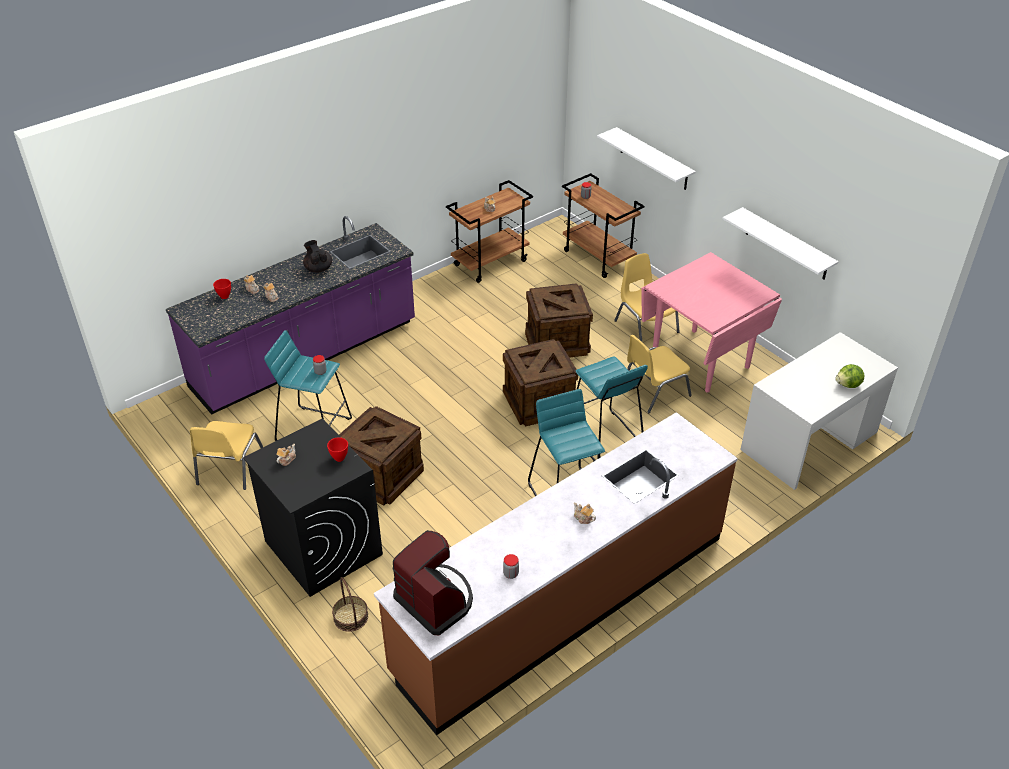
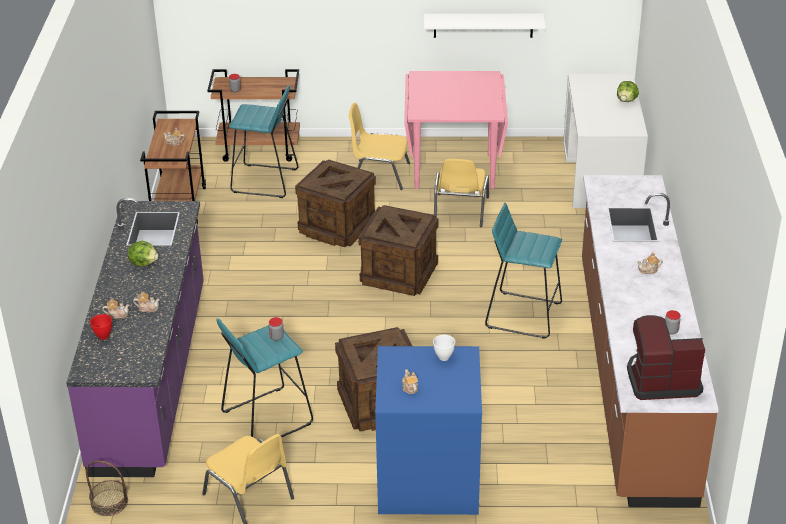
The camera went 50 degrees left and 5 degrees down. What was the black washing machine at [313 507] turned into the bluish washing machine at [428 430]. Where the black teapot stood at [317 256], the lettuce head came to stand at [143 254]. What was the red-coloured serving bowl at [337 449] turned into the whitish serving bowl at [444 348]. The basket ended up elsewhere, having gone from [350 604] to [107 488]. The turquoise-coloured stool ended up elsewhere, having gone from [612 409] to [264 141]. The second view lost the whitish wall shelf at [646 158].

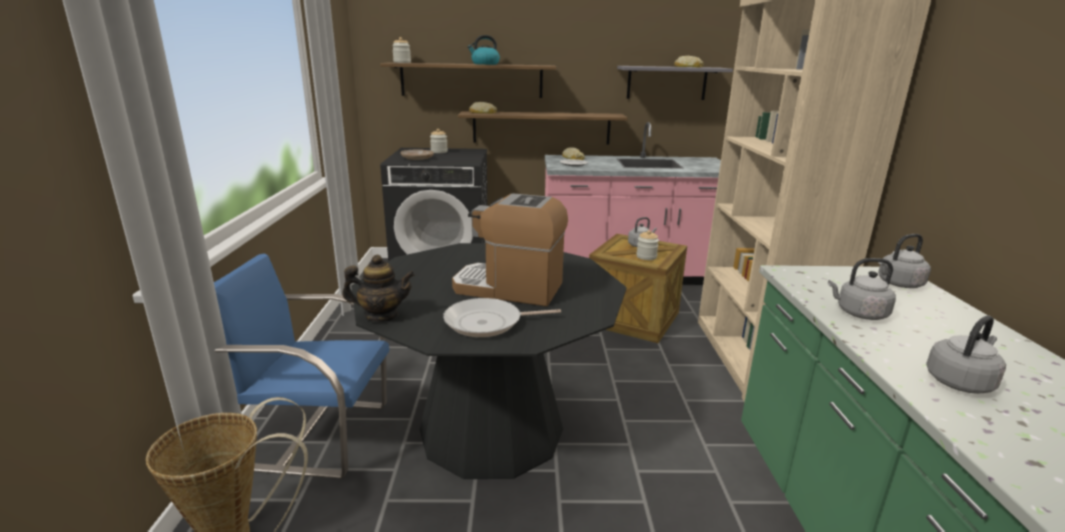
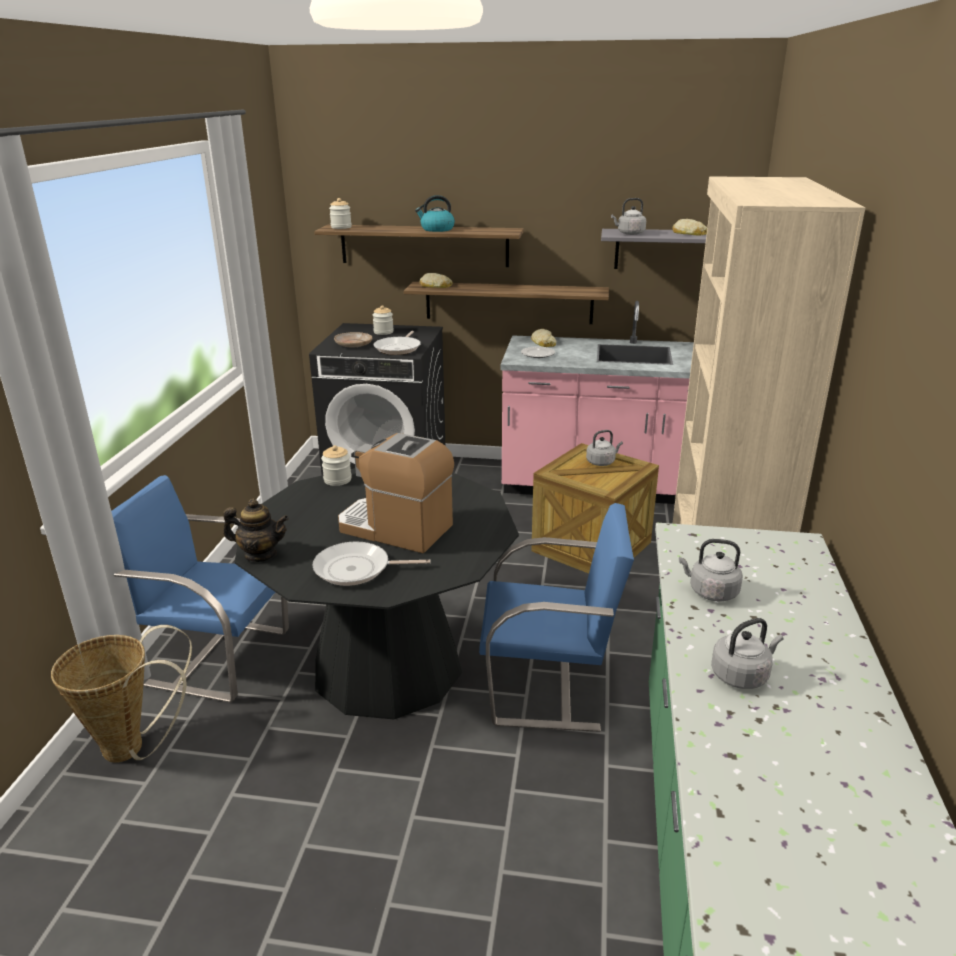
The camera went 10 degrees right and 5 degrees up. The preserve jar ended up elsewhere, having gone from [647 245] to [336 465]. The grey tea kettle ended up elsewhere, having gone from [904 261] to [628 216]. The second view gained the pan at [397 343]. The second view gained the bluish chair at [556 617].

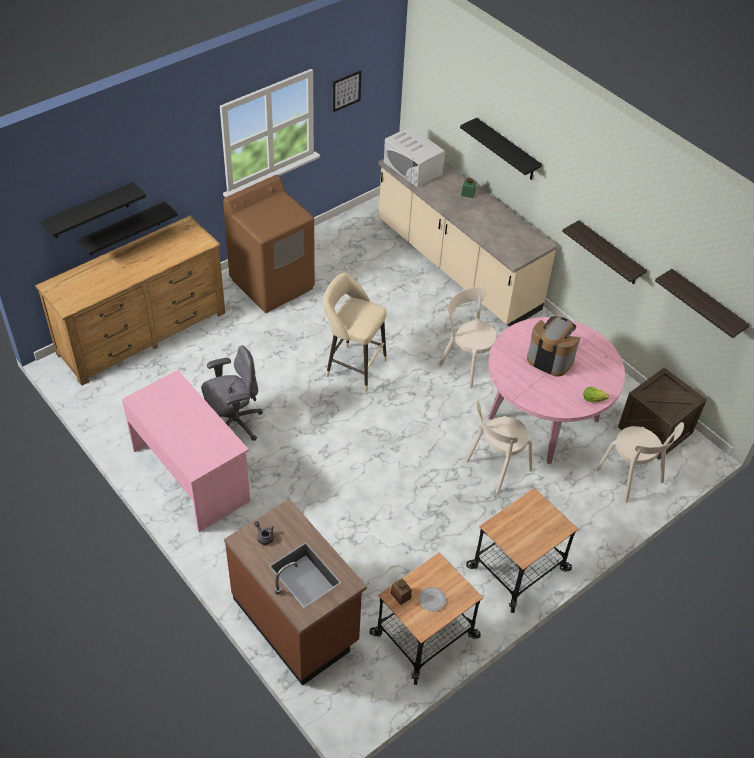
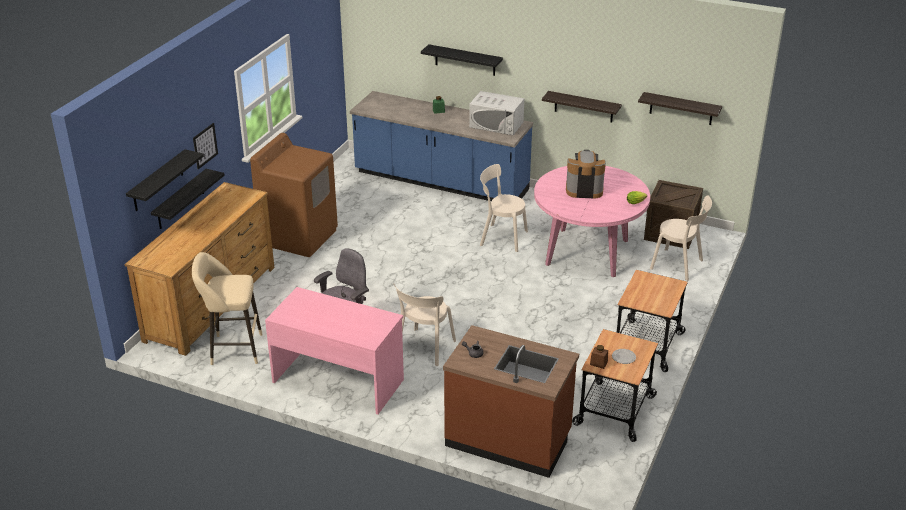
The camera went 25 degrees left and 15 degrees down. The sand-coloured stool ended up elsewhere, having gone from [355 332] to [227 308]. The wall picture ended up elsewhere, having gone from [347 91] to [205 146]. What was the sand-coloured kitchen base unit at [468 243] turned into the bluish kitchen base unit at [441 146]. The whitish microwave ended up elsewhere, having gone from [414 157] to [496 113]. The sand-coloured chair ended up elsewhere, having gone from [498 447] to [425 325].

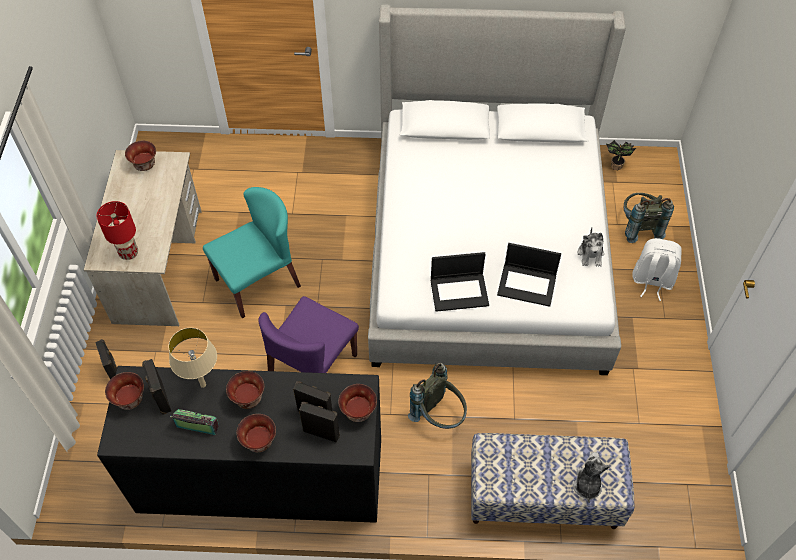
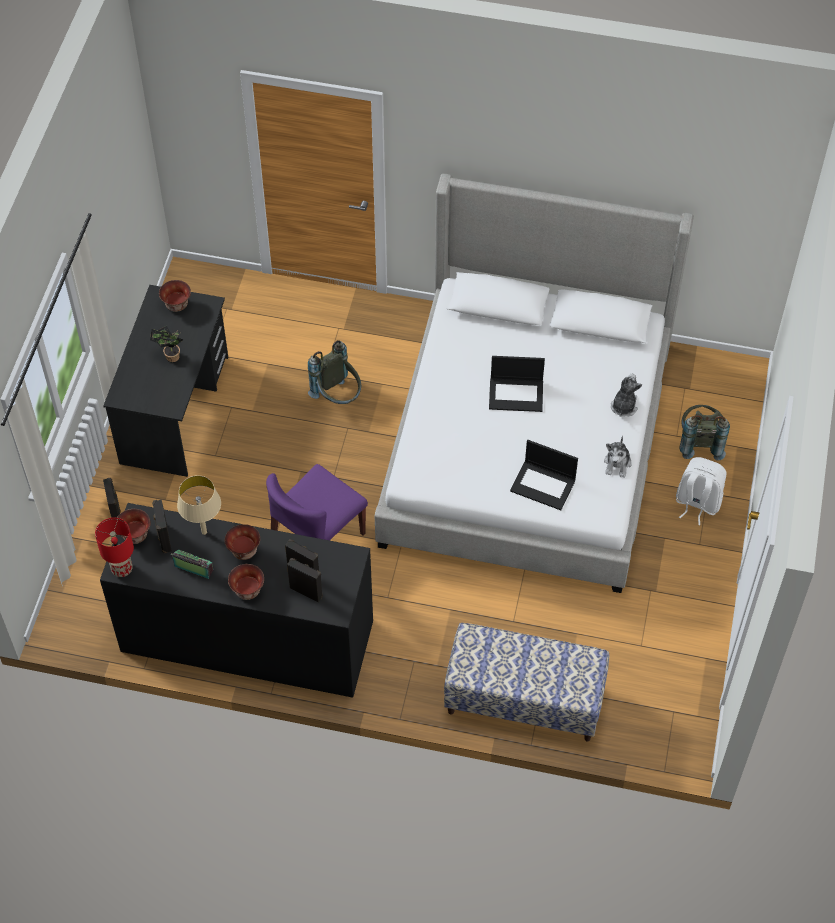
The camera went 10 degrees right and 0 degrees up. What was the sand-coloured desk table at [143 238] turned into the black desk table at [165 381]. The red-coloured lamp for a table ended up elsewhere, having gone from [117 230] to [114 547]. The second view lost the turquoise-coloured chair at [252 253]. The second view lost the serving bowl at [357 403]. The grey knapsack ended up elsewhere, having gone from [437 396] to [334 372]. The notebook computer ended up elsewhere, having gone from [460 282] to [517 384]. The plush toy ended up elsewhere, having gone from [591 477] to [626 395]. The plant in a pot ended up elsewhere, having gone from [621 155] to [167 344].

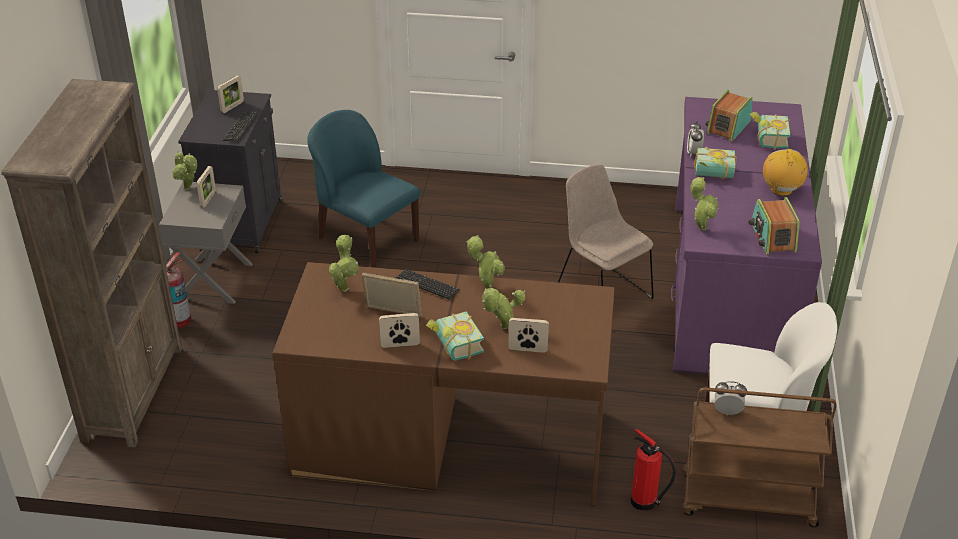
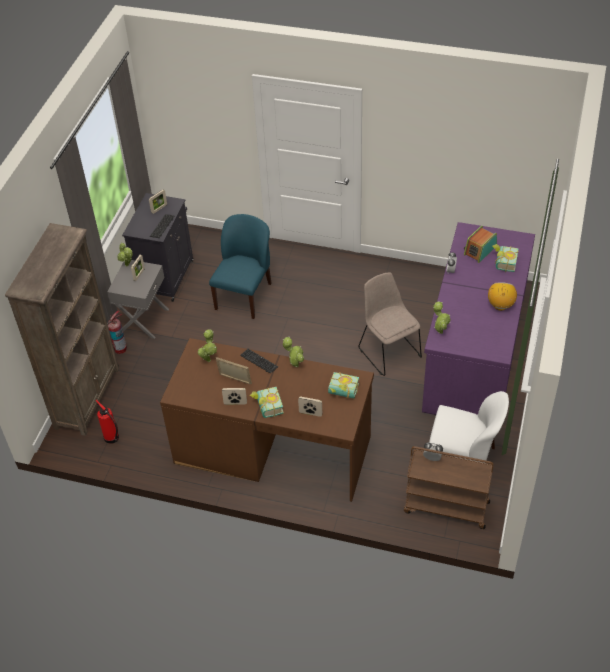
The camera went 10 degrees right and 10 degrees up. The bluish chair at [363 189] ended up facing another way, 60 degrees clockwise from before. The second view lost the plant in a pot at [503 308]. The fire-fighting cylinder ended up elsewhere, having gone from [653 469] to [107 422]. The book ended up elsewhere, having gone from [715 163] to [343 385]. The second view lost the radio at [774 225].

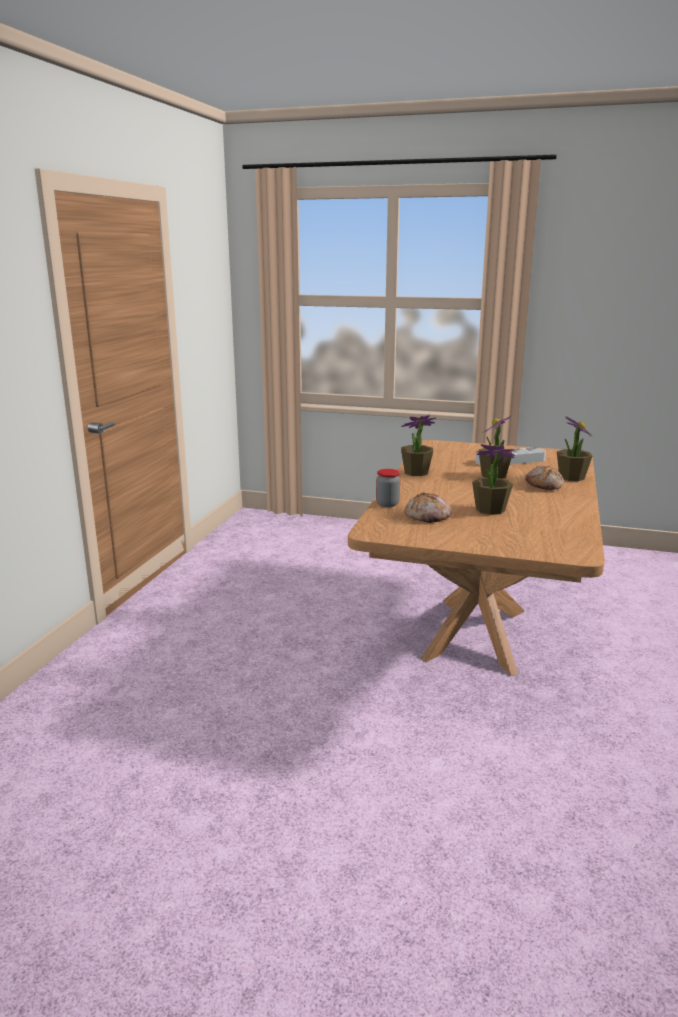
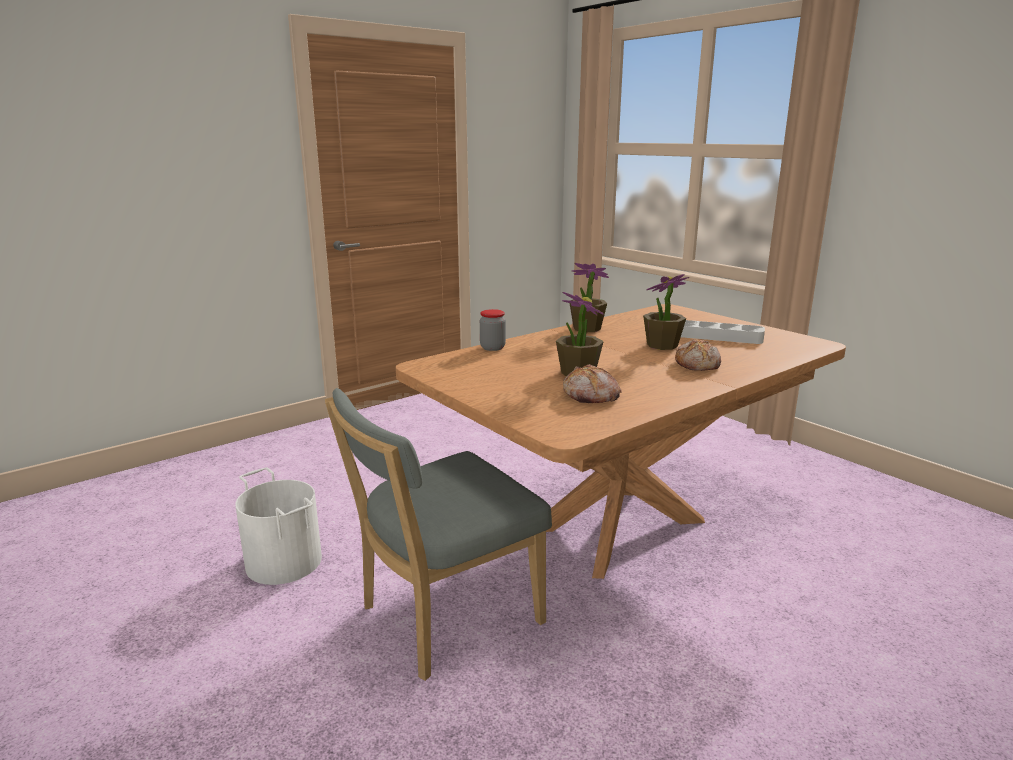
The camera went 35 degrees right and 0 degrees up. The bakery bread ended up elsewhere, having gone from [428 507] to [592 383]. The second view lost the plant in a pot at [574 448]. The second view gained the whitish water bucket at [278 526]. The second view gained the grey chair at [438 534].

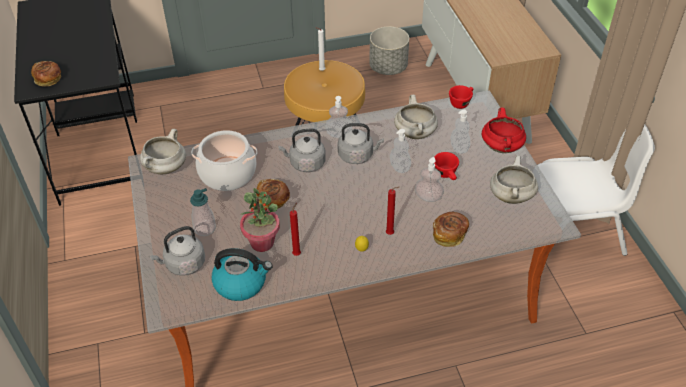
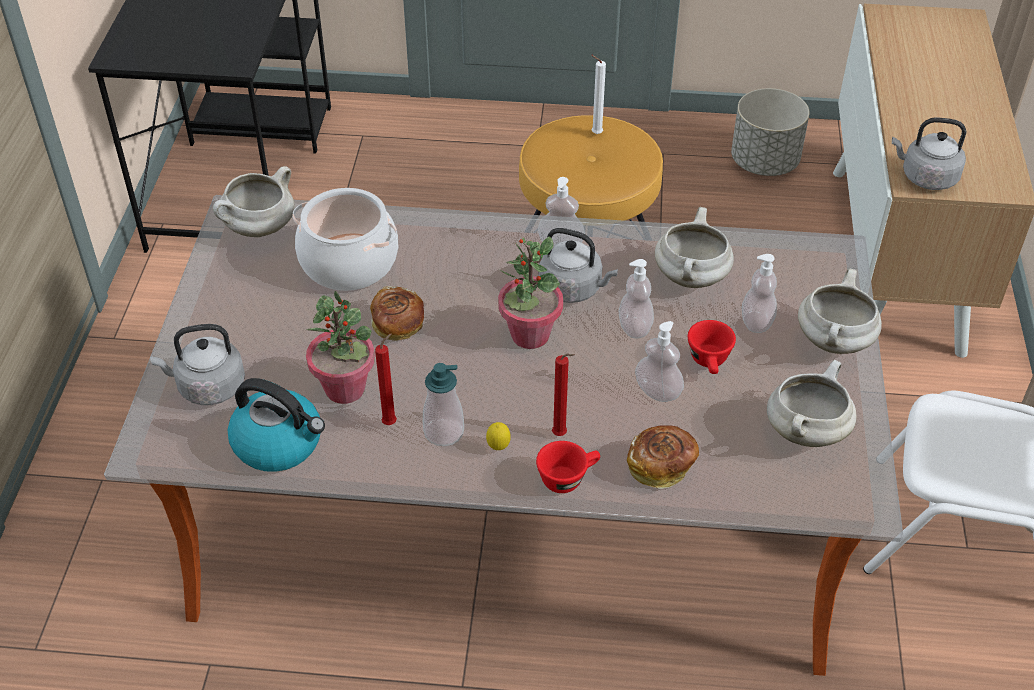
The camera went 20 degrees right and 0 degrees up. The second view lost the bakery bread at [46 74]. The soap bottle ended up elsewhere, having gone from [203 212] to [443 404]. The grey tea kettle ended up elsewhere, having gone from [302 150] to [929 153]. The red-coloured cup ended up elsewhere, having gone from [461 97] to [568 467]. What was the red-coloured stockpot at [504 130] turned into the whitish stockpot at [840 311]. The second view gained the plant in a pot at [530 292].

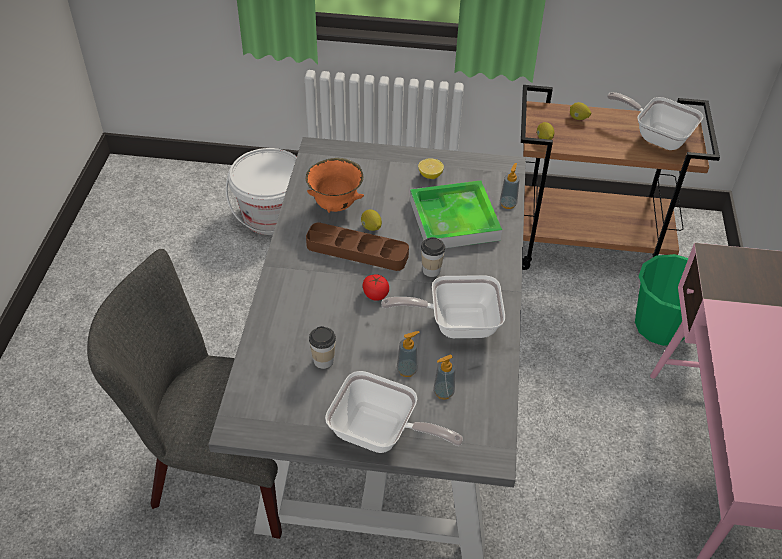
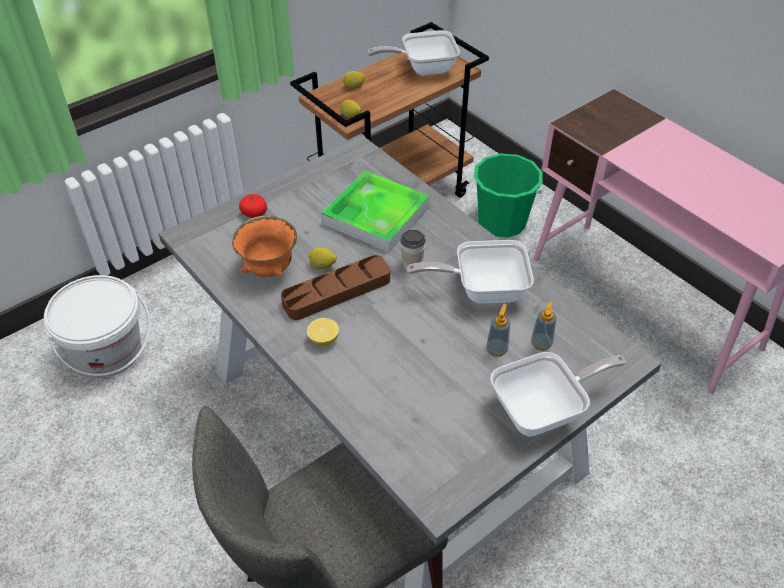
The camera went 45 degrees left and 0 degrees up. The second view lost the cup at [322 347]. The fresh tomato ended up elsewhere, having gone from [376 287] to [253 206]. The pan at [443 306] ended up facing another way, 45 degrees clockwise from before. The whole lemon ended up elsewhere, having gone from [431 168] to [323 332]. The second view lost the soap bottle at [510 186].

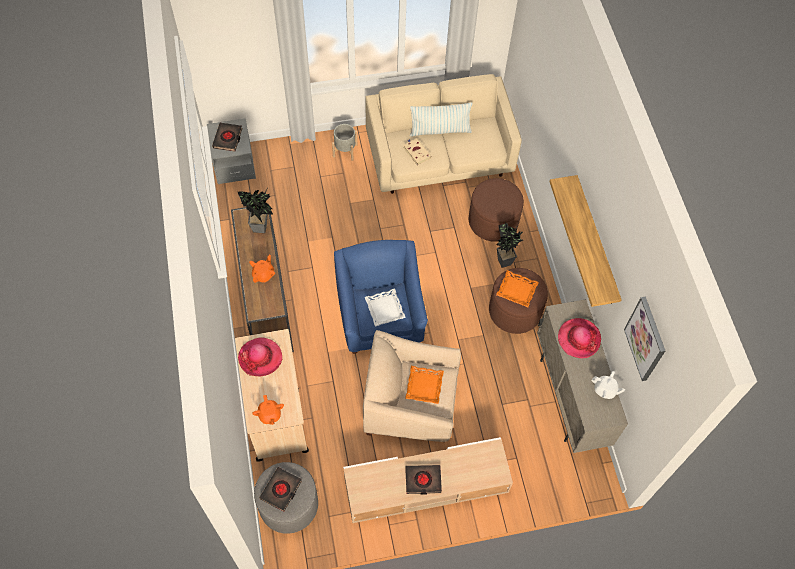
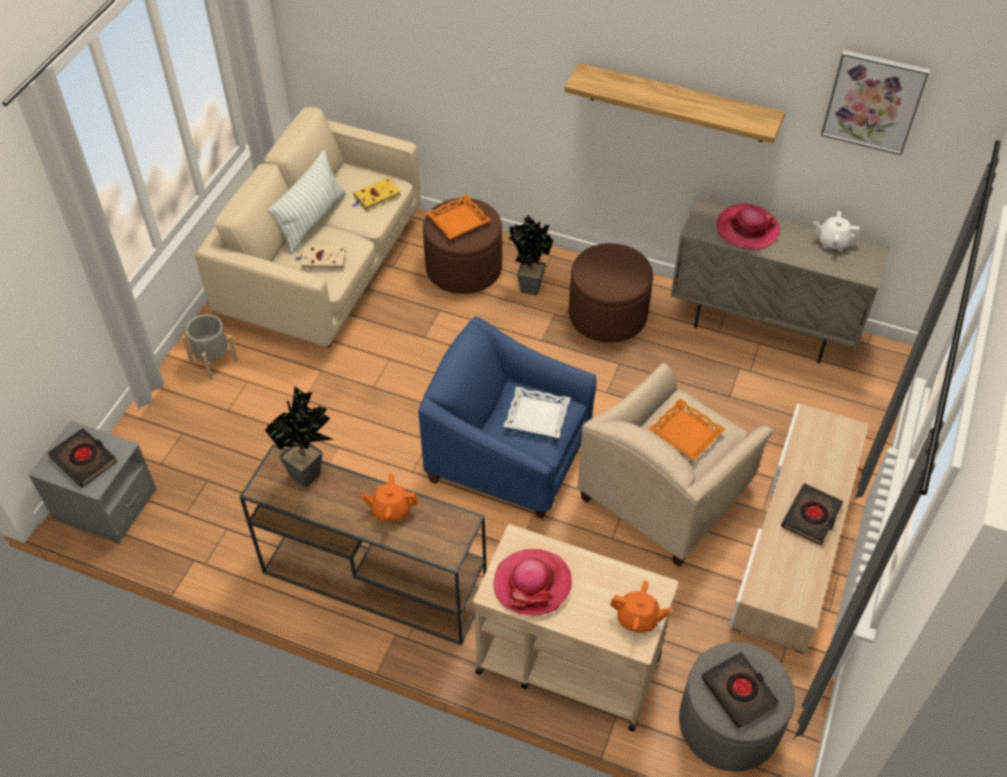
The camera went 55 degrees left and 10 degrees down. The orange-coloured teapot at [262 269] ended up facing another way, 60 degrees counterclockwise from before. The orange-coloured tray ended up elsewhere, having gone from [517 288] to [458 217]. The whitish teapot at [608 385] ended up facing another way, 135 degrees counterclockwise from before. The second view gained the yellow-coloured book at [376 194].

